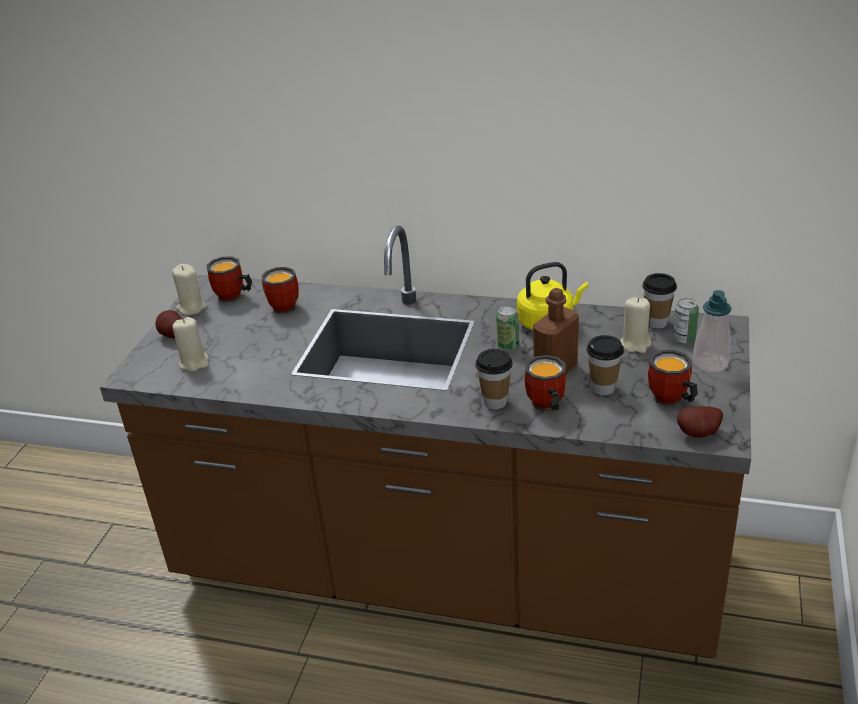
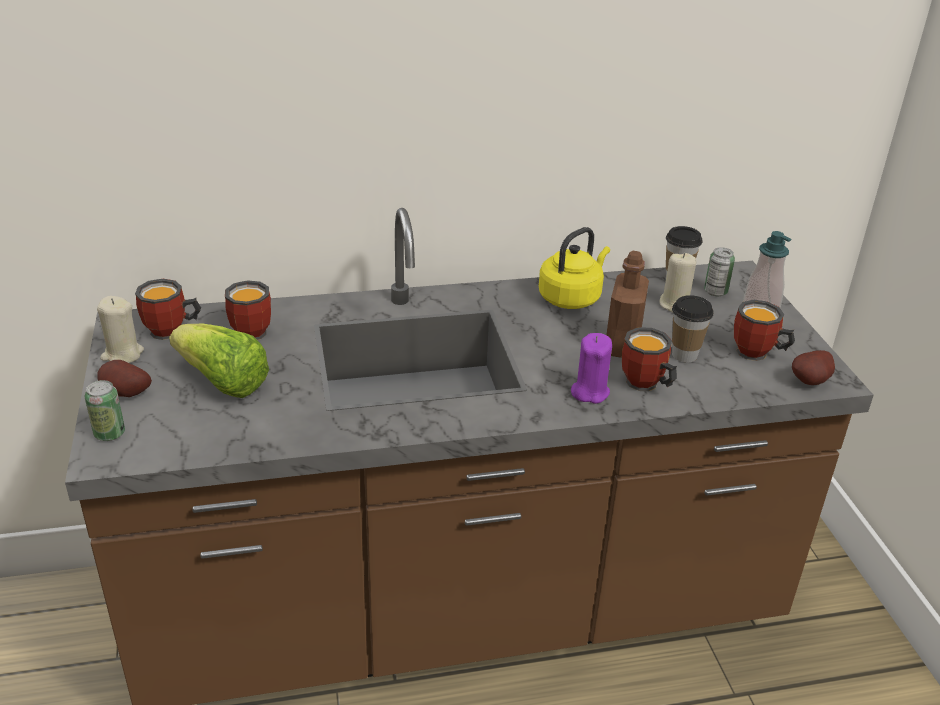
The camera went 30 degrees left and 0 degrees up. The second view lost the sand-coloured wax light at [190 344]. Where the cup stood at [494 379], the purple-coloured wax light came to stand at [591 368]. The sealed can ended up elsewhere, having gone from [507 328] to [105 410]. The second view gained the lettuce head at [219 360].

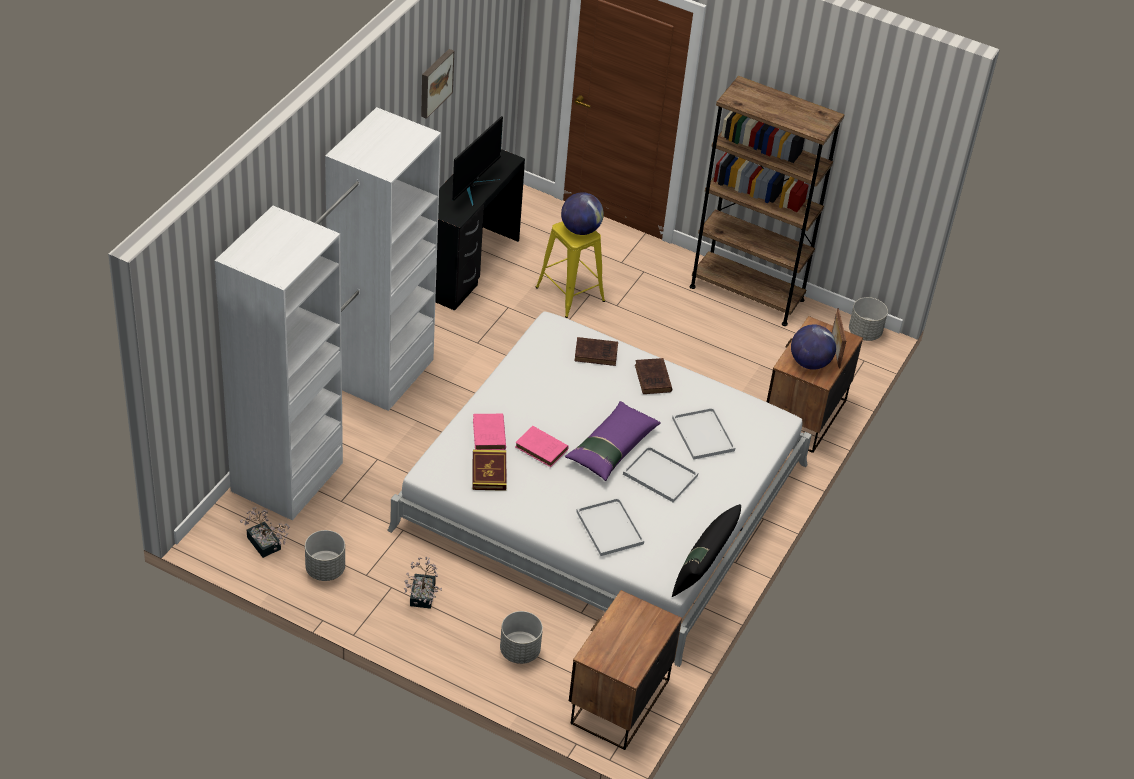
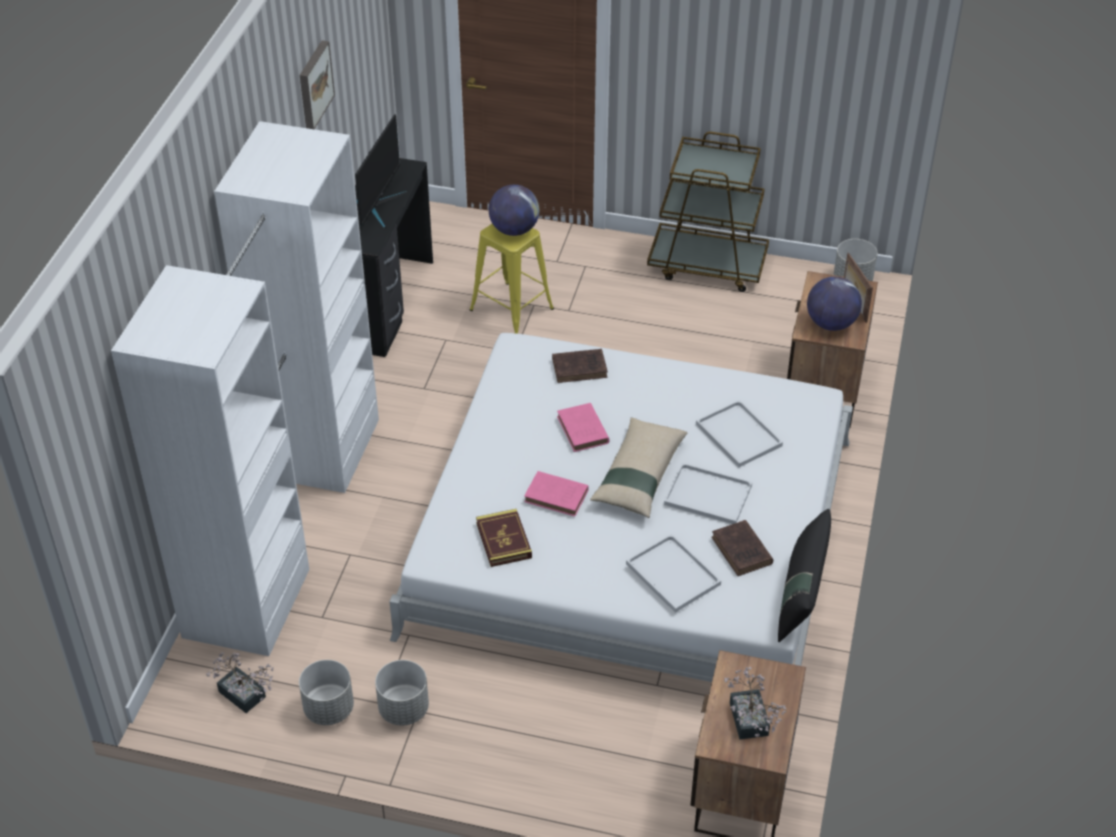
The camera went 10 degrees left and 0 degrees up. The plant in a pot ended up elsewhere, having gone from [423 583] to [755 703]. The pinkish book ended up elsewhere, having gone from [489 432] to [583 427]. The grey plant pot ended up elsewhere, having gone from [521 637] to [402 692]. What was the purple-coloured pillow at [613 441] turned into the sand-coloured pillow at [639 468]. The brown-coloured book ended up elsewhere, having gone from [653 376] to [742 548]. Where the brown-coloured shelving unit stood at [767 201], the brown-coloured cart came to stand at [708 212].

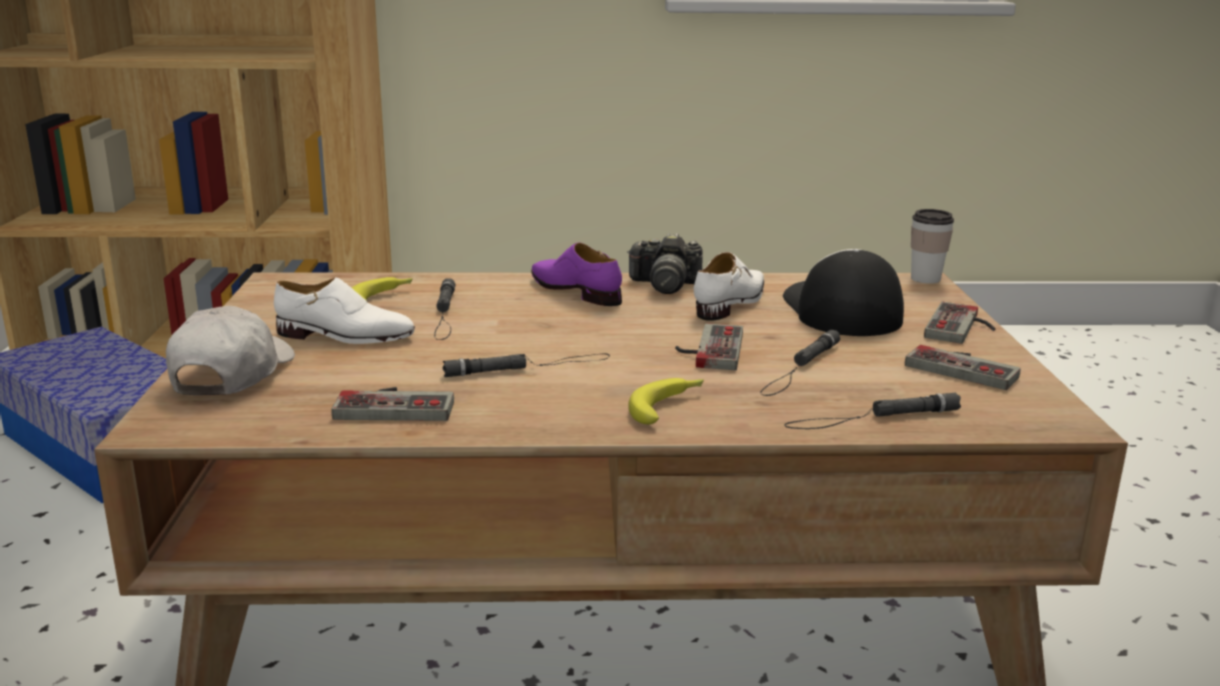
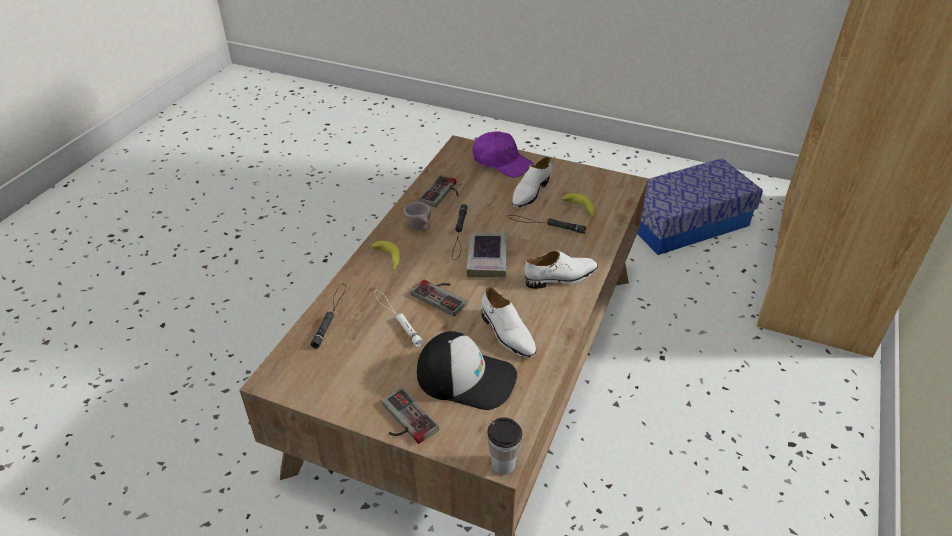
The camera went 115 degrees right and 20 degrees up. What was the whitish baseball cap at [230 350] turned into the purple-coloured baseball cap at [503 154]. What was the purple-coloured shoe at [576 274] turned into the whitish shoe at [561 270]. The second view lost the still camera at [665 263]. What was the black hand torch at [800 363] turned into the whitish hand torch at [399 318]. The second view lost the gamepad at [962 367]. The second view gained the sand-coloured cup at [417 216]. The second view gained the book at [487 255].

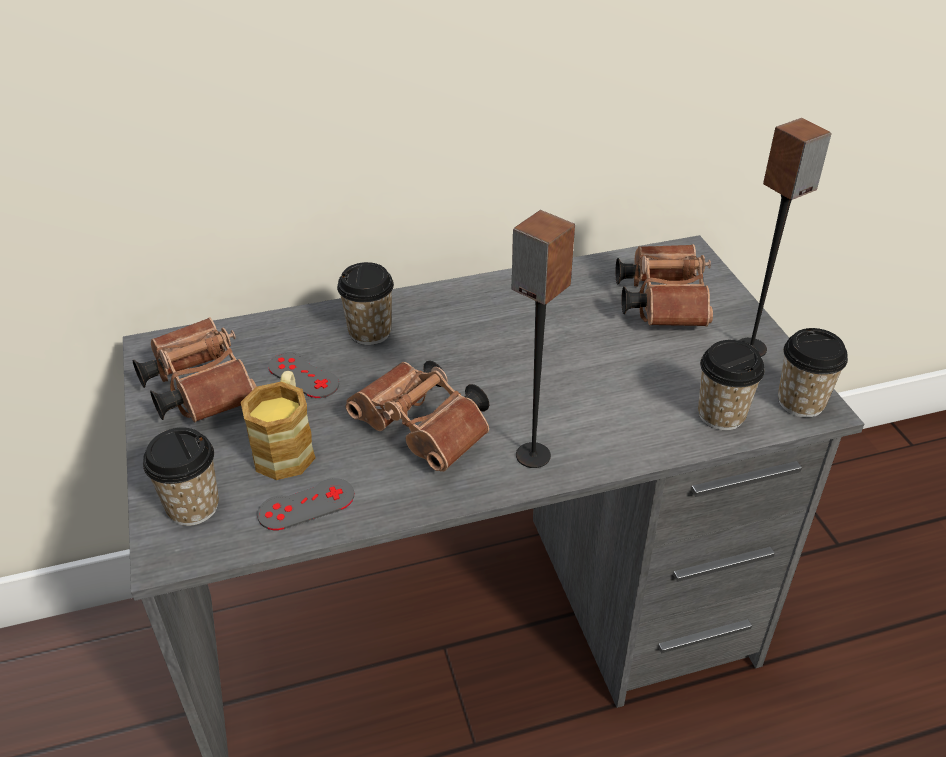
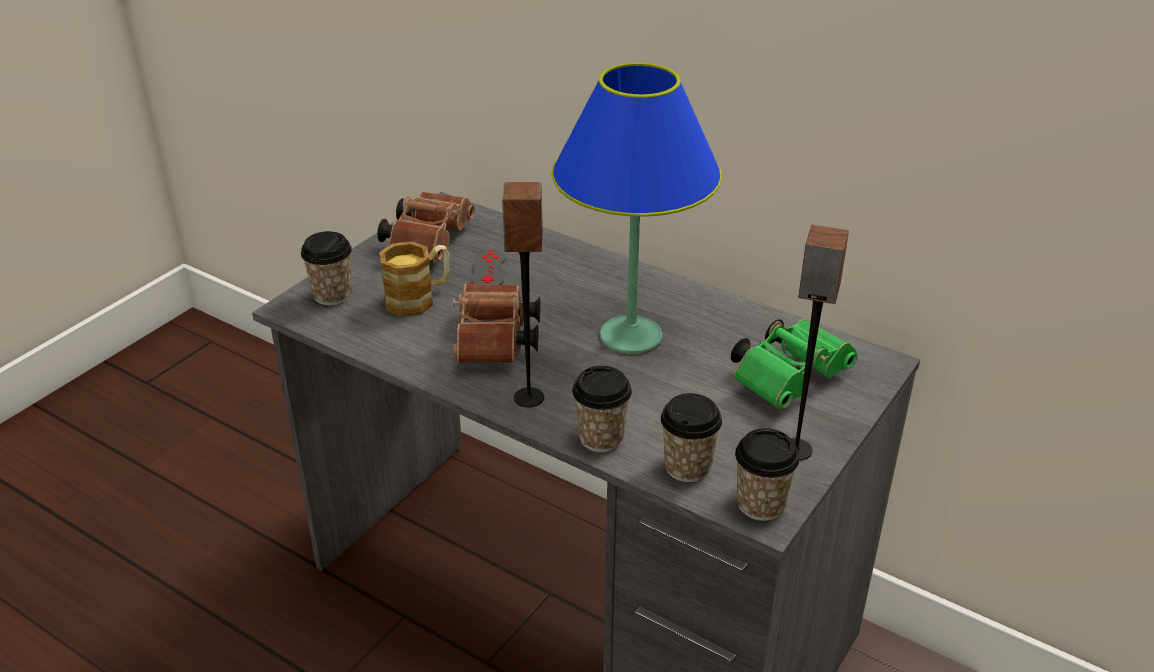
The camera went 50 degrees right and 5 degrees down. The second view lost the grey gamepad at [305 504]. The cup ended up elsewhere, having gone from [365 303] to [602 409]. What was the brown-coloured pair of binoculars at [664 285] turned into the greenish pair of binoculars at [794 364]. The second view gained the bluish lamp for a table at [637 208].

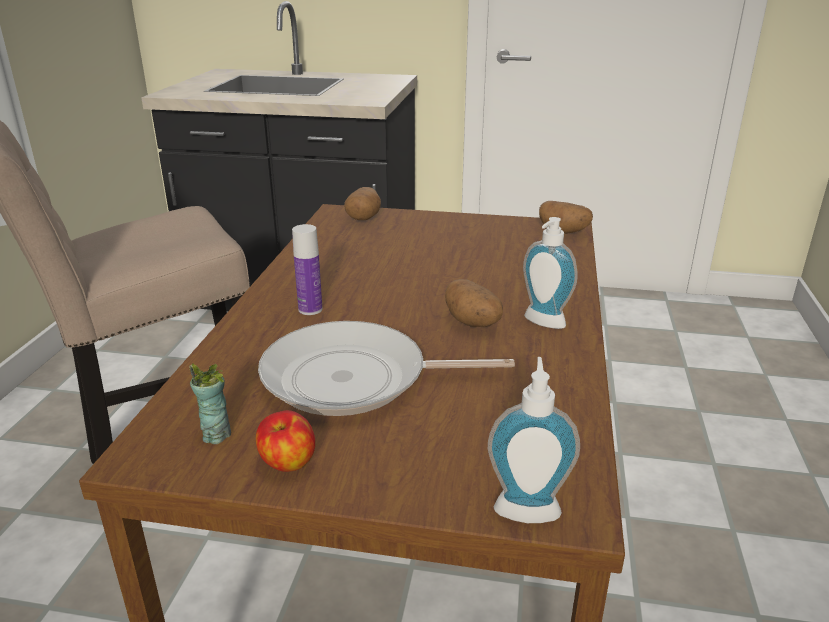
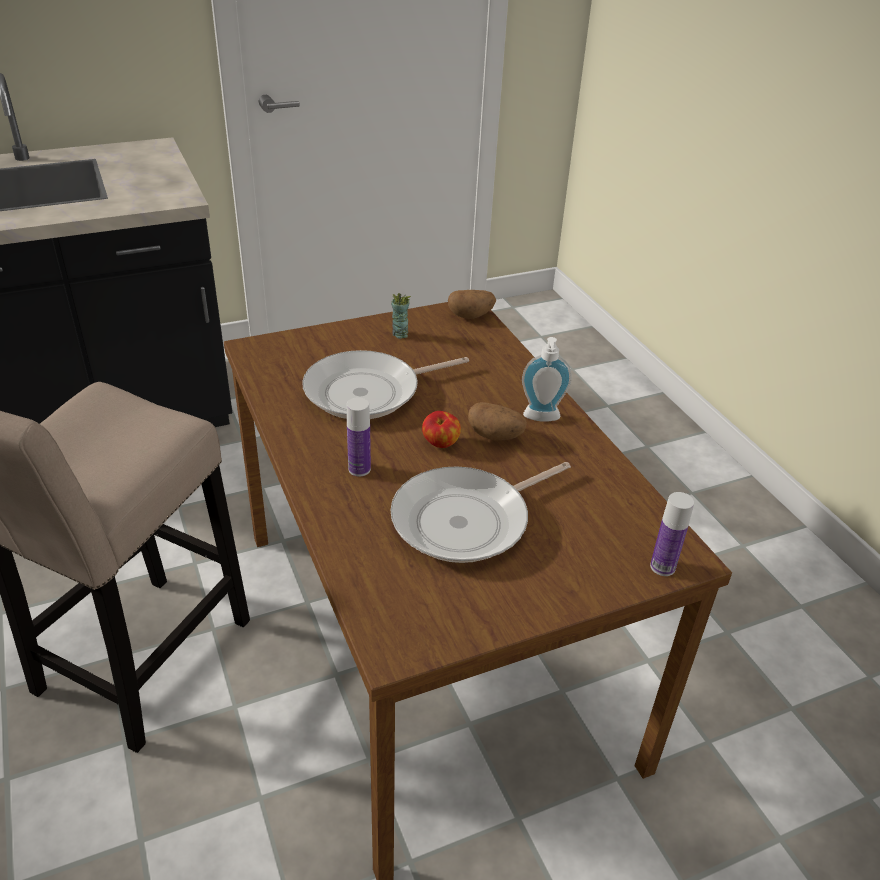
The camera went 35 degrees left and 10 degrees up. The cup ended up elsewhere, having gone from [210 404] to [401 316]. The apple fruit ended up elsewhere, having gone from [285 441] to [441 429]. The second view lost the potato at [362 203]. Where the soap bottle stood at [534 440], the bottle came to stand at [672 534]. The second view gained the pan at [385 384].

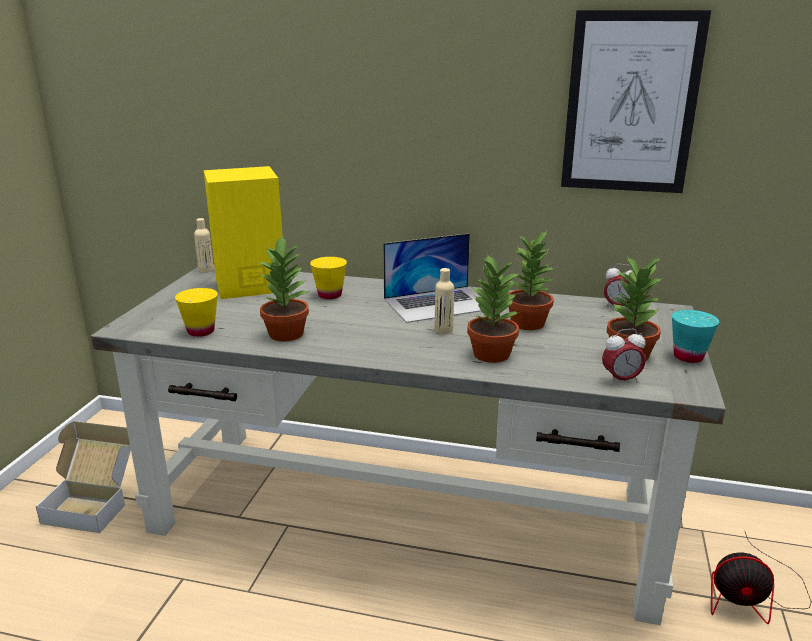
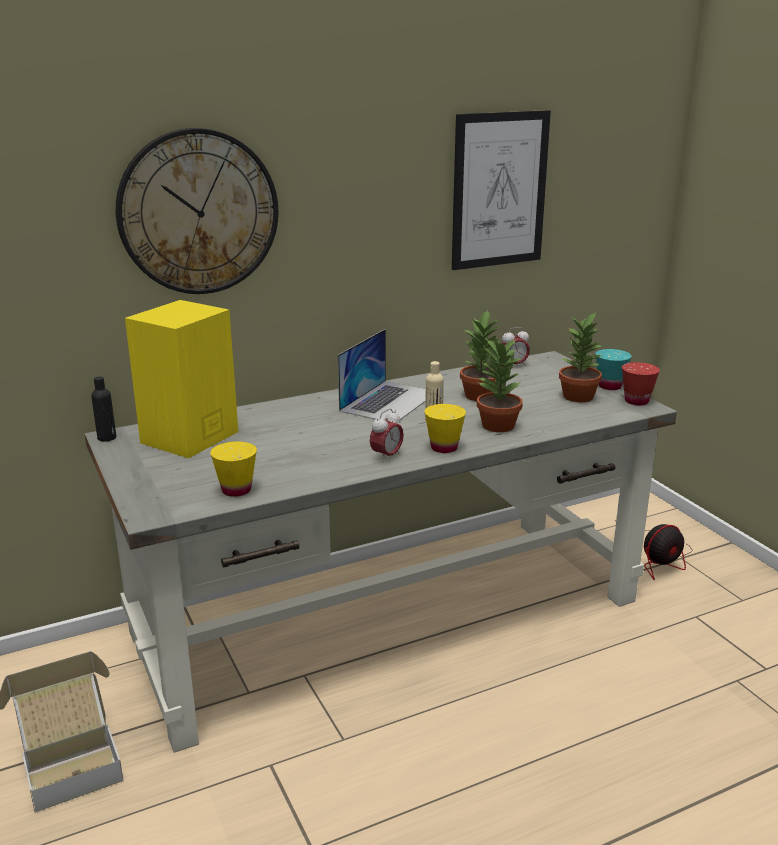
The camera went 40 degrees left and 0 degrees up. What was the sand-coloured bottle at [204 245] turned into the black bottle at [103 409]. The second view lost the plant in a pot at [283 288]. The yellow-coloured cup ended up elsewhere, having gone from [328 278] to [445 428]. The table clock ended up elsewhere, having gone from [624 357] to [387 435]. The second view gained the clock on the wall at [197 211]. The second view gained the red-coloured cup at [641 383].

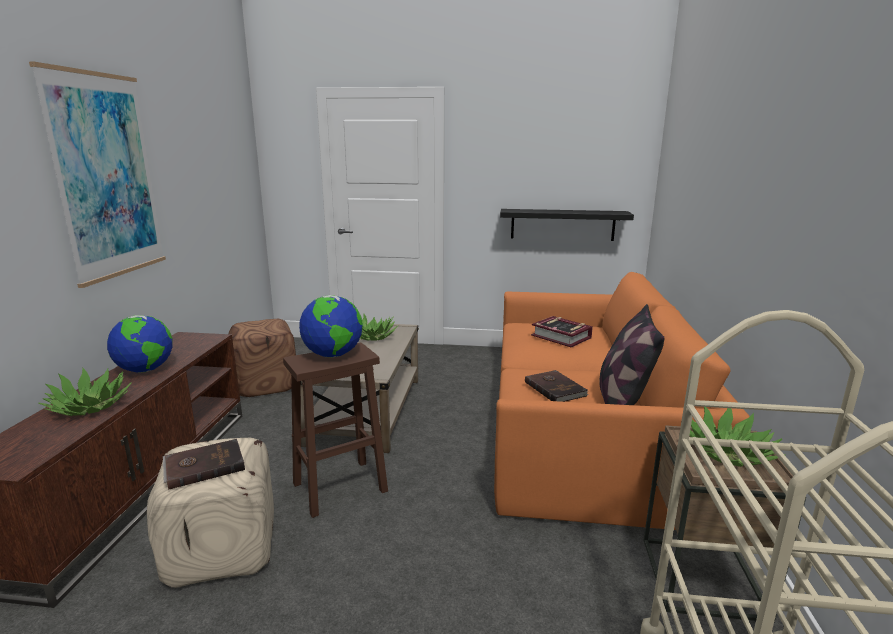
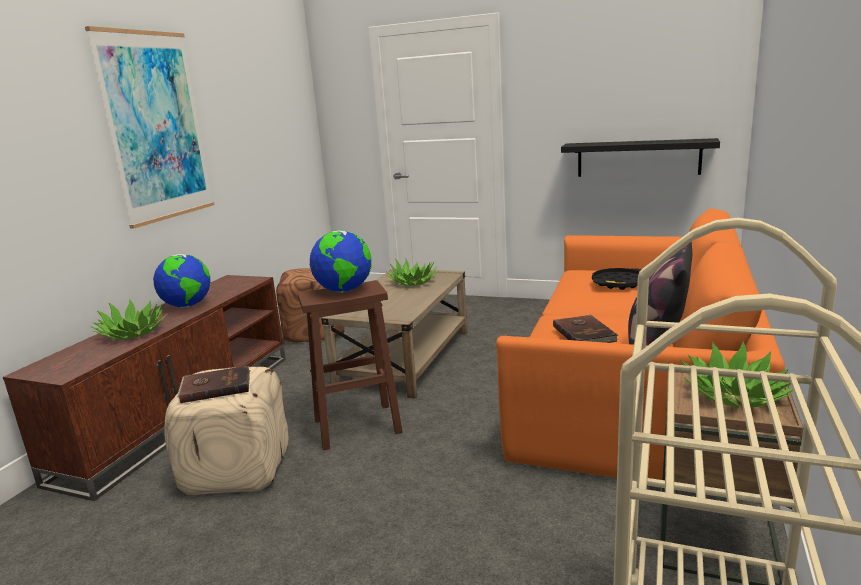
The camera went 15 degrees right and 0 degrees up. Where the book stood at [562 332], the black tray came to stand at [617 279].

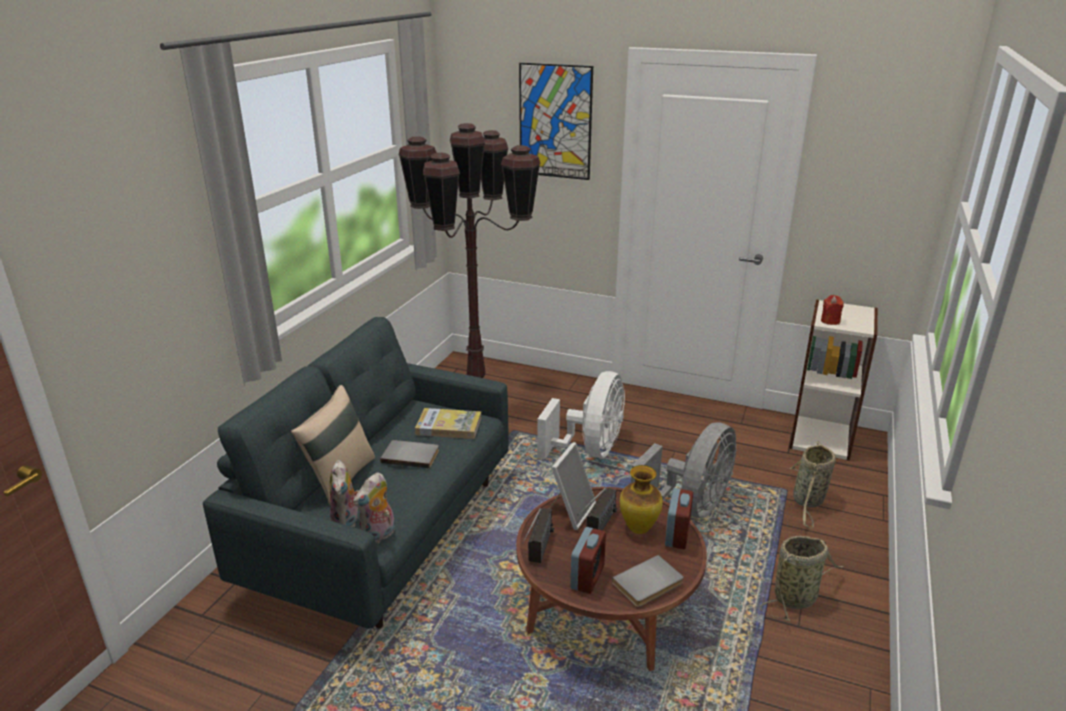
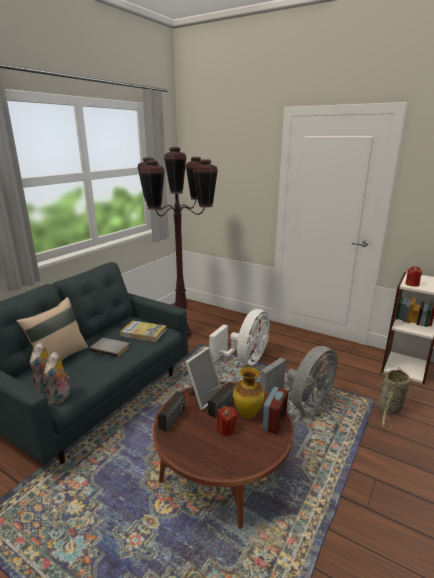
The camera went 10 degrees right and 5 degrees down. The plush toy at [374 507] ended up facing another way, 45 degrees counterclockwise from before. The second view lost the wall picture at [556 121]. The second view lost the table clock at [588 560]. The second view lost the grey book at [648 581]. The second view lost the basket at [802 578]. The second view gained the red-coloured wax light at [227 421].

